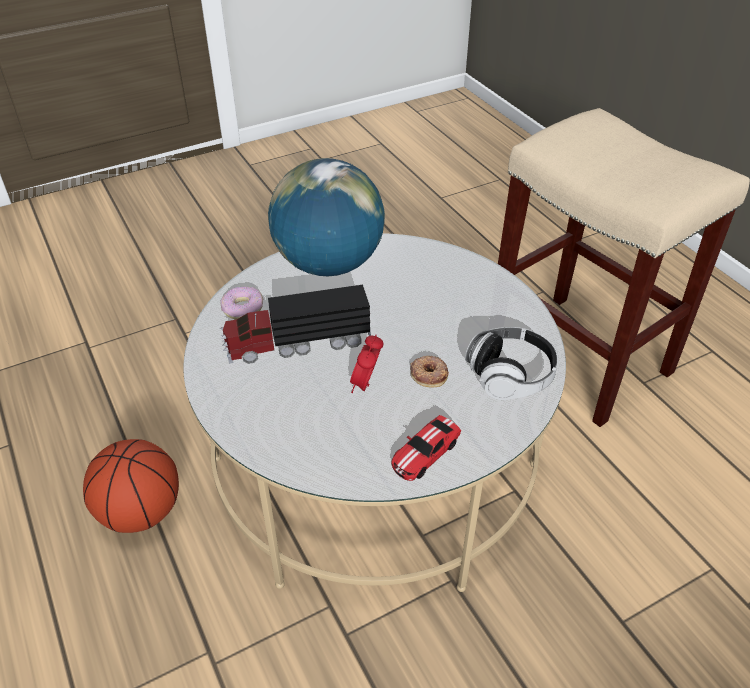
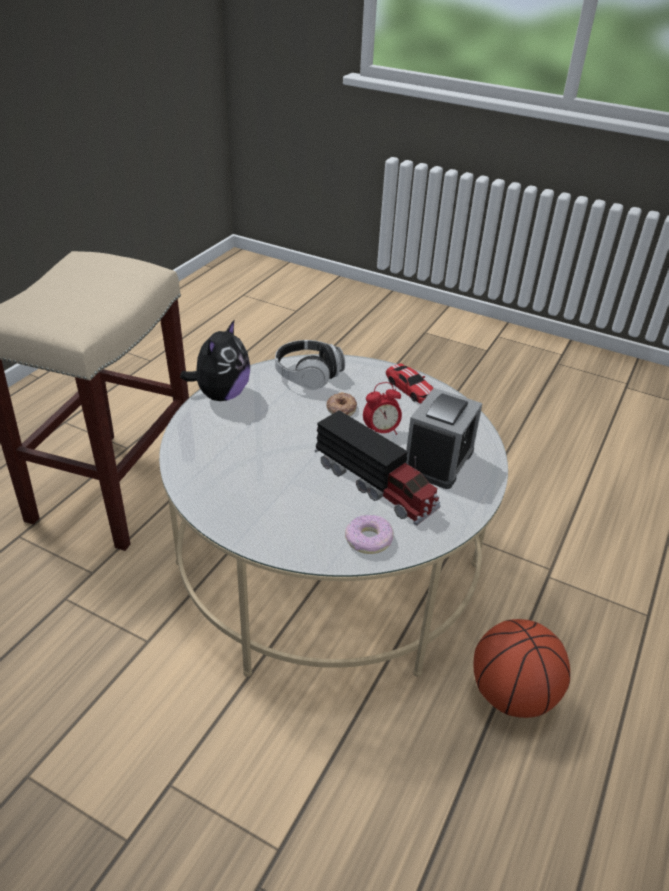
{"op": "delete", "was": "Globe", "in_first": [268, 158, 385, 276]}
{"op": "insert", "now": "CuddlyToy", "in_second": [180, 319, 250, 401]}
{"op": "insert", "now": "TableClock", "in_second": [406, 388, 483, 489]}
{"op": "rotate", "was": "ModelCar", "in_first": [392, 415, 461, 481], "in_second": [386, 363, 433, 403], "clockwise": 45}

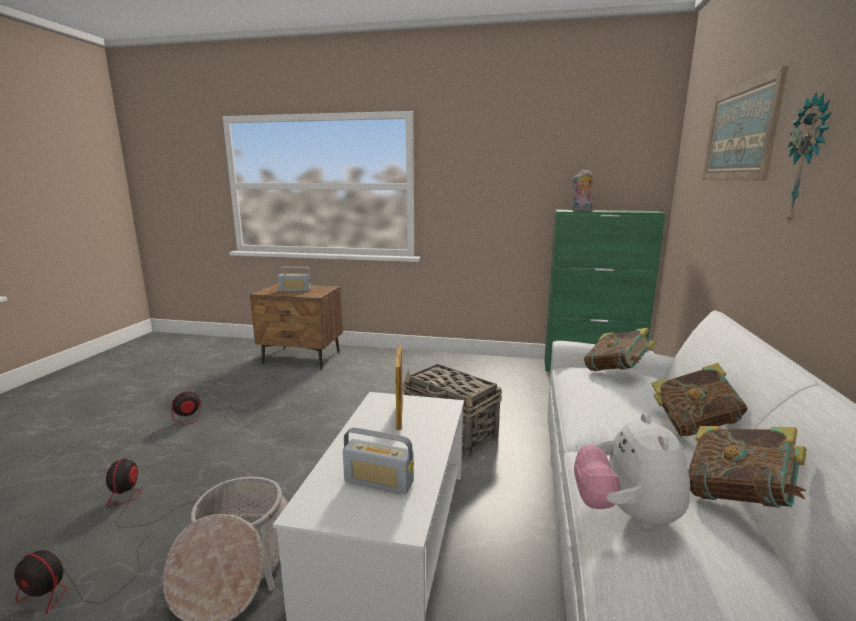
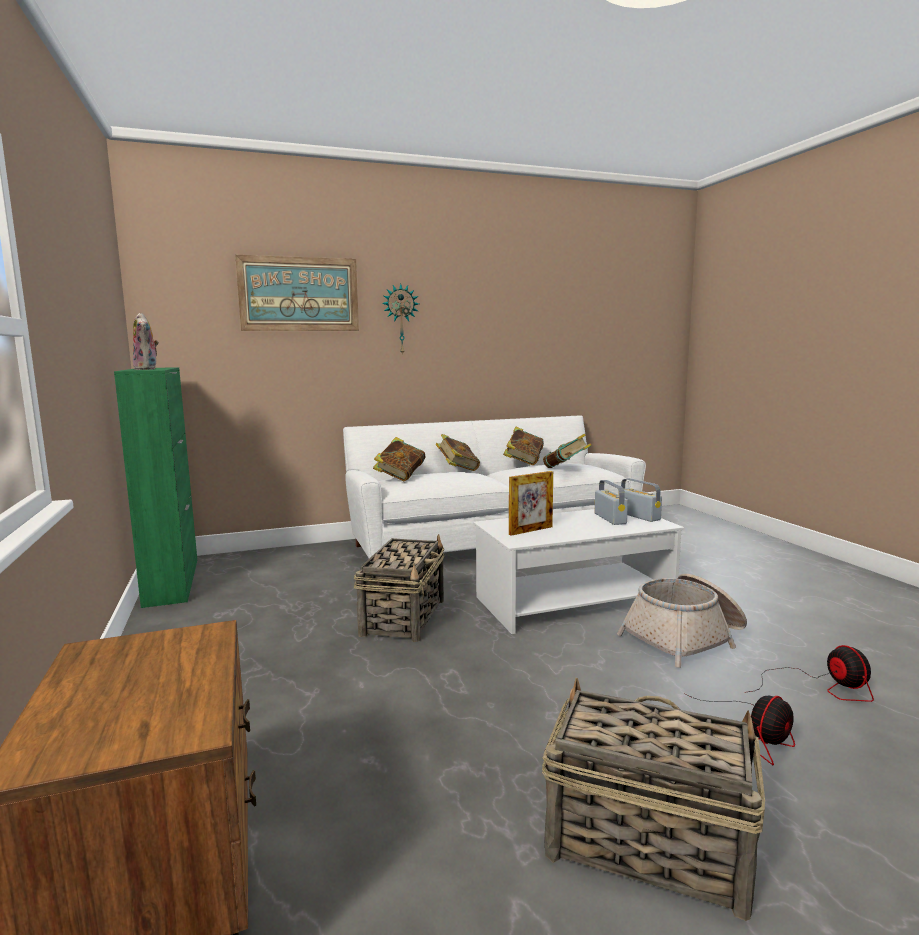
{"op": "move", "was": "RadioReceiver", "in_first": [278, 267, 311, 292], "in_second": [618, 478, 662, 522]}
{"op": "replace", "was": "ElectricFan", "now": "Basket", "in_first": [150, 392, 201, 451], "in_second": [542, 678, 765, 921]}
{"op": "replace", "was": "CuddlyToy", "now": "Book", "in_first": [574, 413, 690, 529], "in_second": [543, 434, 592, 468]}

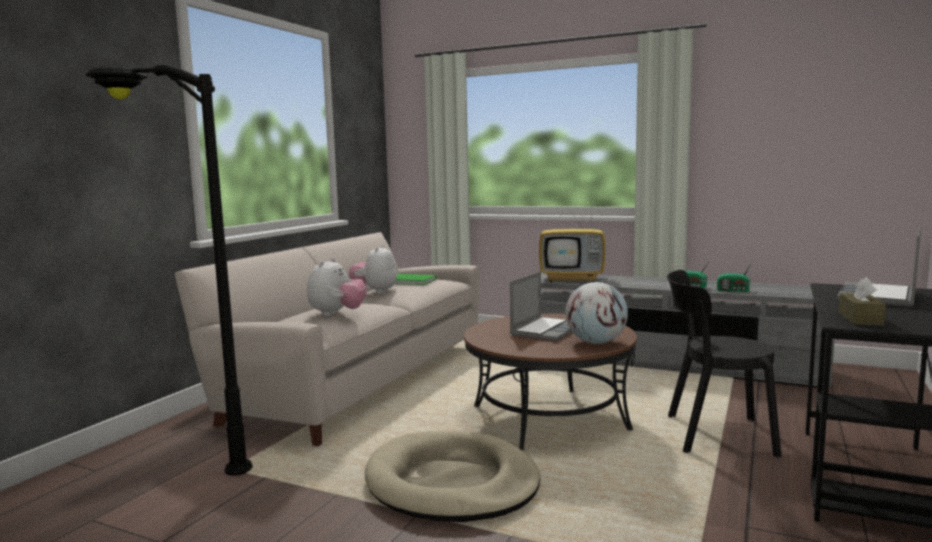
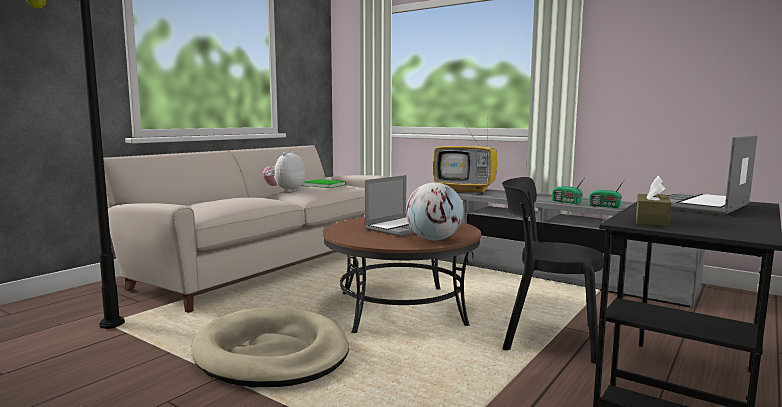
{"op": "delete", "was": "CuddlyToy", "in_first": [307, 258, 366, 316]}

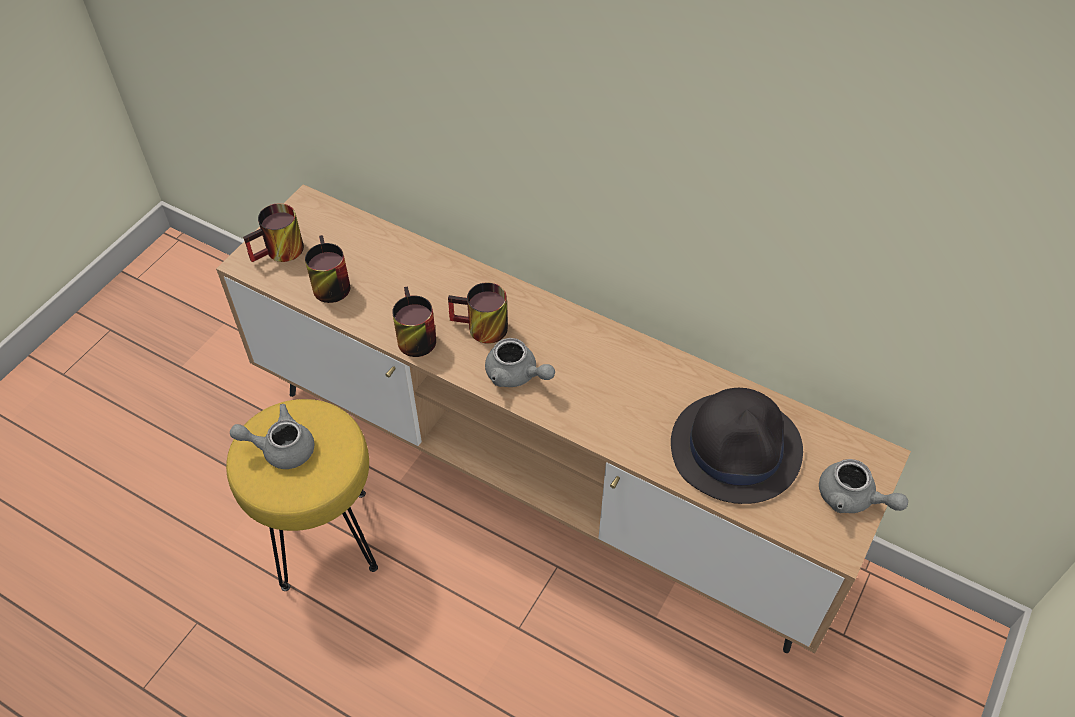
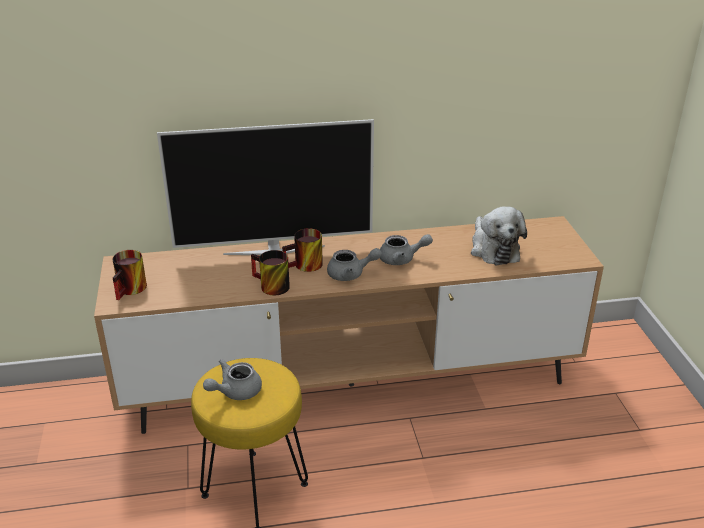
{"op": "delete", "was": "TeaMug", "in_first": [305, 235, 350, 303]}
{"op": "insert", "now": "TvSet", "in_second": [157, 119, 374, 255]}
{"op": "move", "was": "GreyTeapot", "in_first": [819, 459, 908, 513], "in_second": [380, 234, 433, 265]}
{"op": "replace", "was": "BlackHat", "now": "CuddlyToy", "in_first": [671, 388, 803, 504], "in_second": [471, 206, 527, 265]}

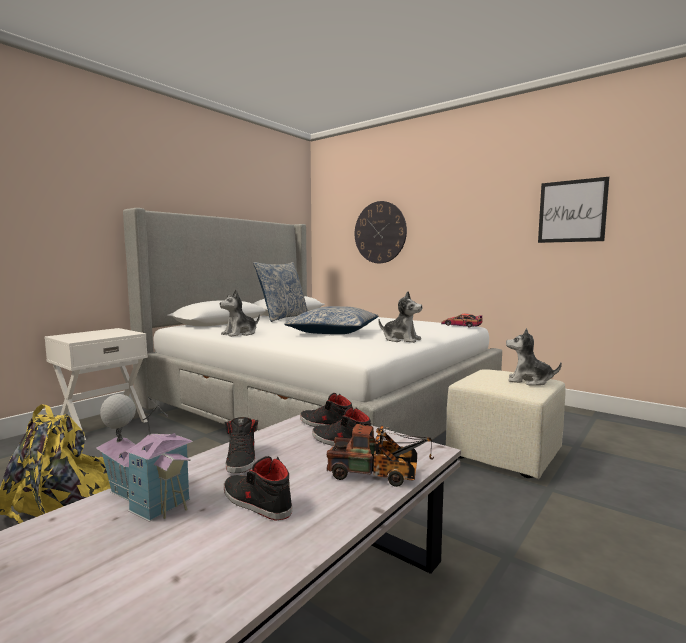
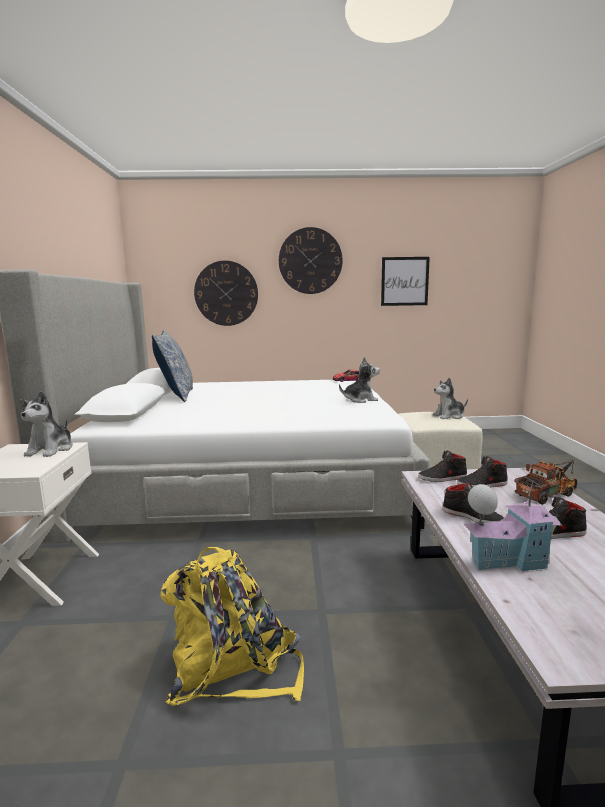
{"op": "delete", "was": "Pillow", "in_first": [284, 306, 378, 334]}
{"op": "insert", "now": "WallClock", "in_second": [279, 227, 343, 294]}
{"op": "move", "was": "CuddlyToy", "in_first": [220, 290, 260, 337], "in_second": [20, 391, 73, 457]}

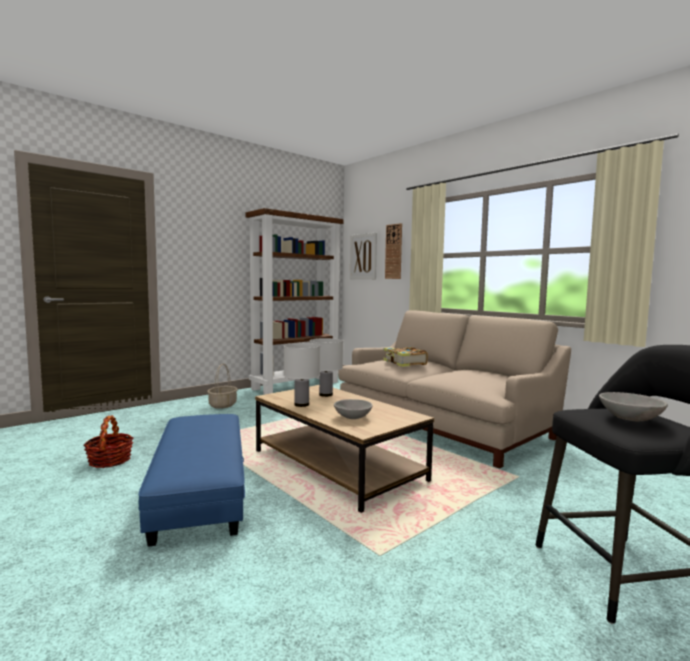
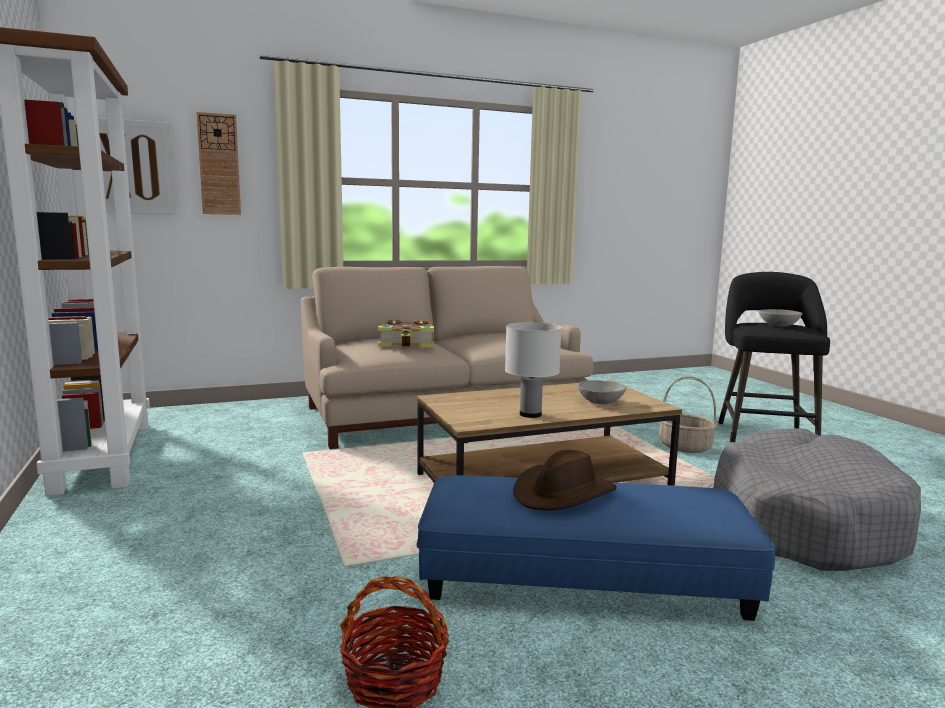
{"op": "delete", "was": "WhiteTabletopLamp", "in_first": [310, 338, 343, 397]}
{"op": "insert", "now": "BrownColouredHat", "in_second": [513, 450, 617, 510]}
{"op": "insert", "now": "GreyDogBed", "in_second": [713, 428, 921, 571]}
{"op": "move", "was": "Basket", "in_first": [208, 363, 237, 409], "in_second": [659, 376, 717, 453]}

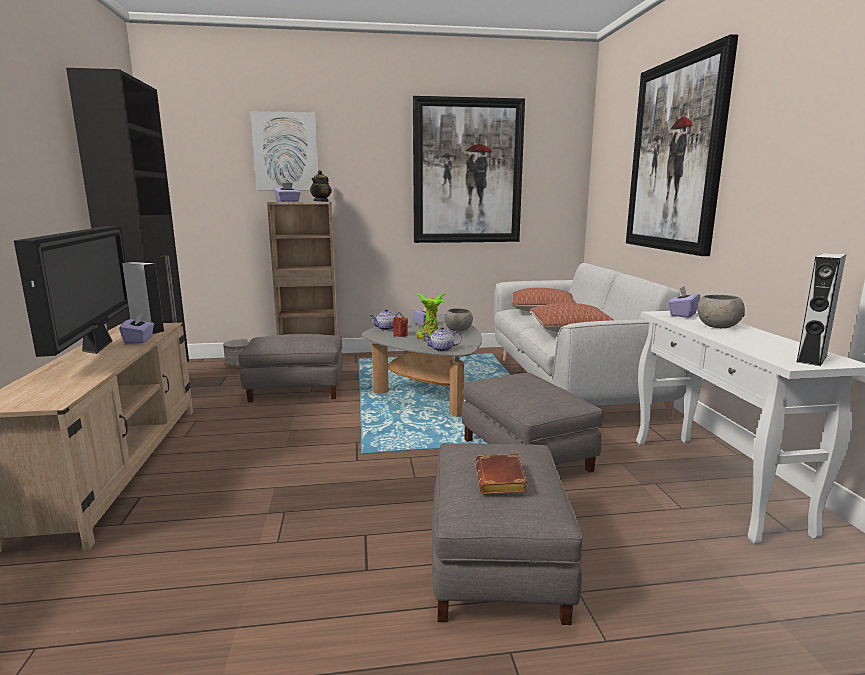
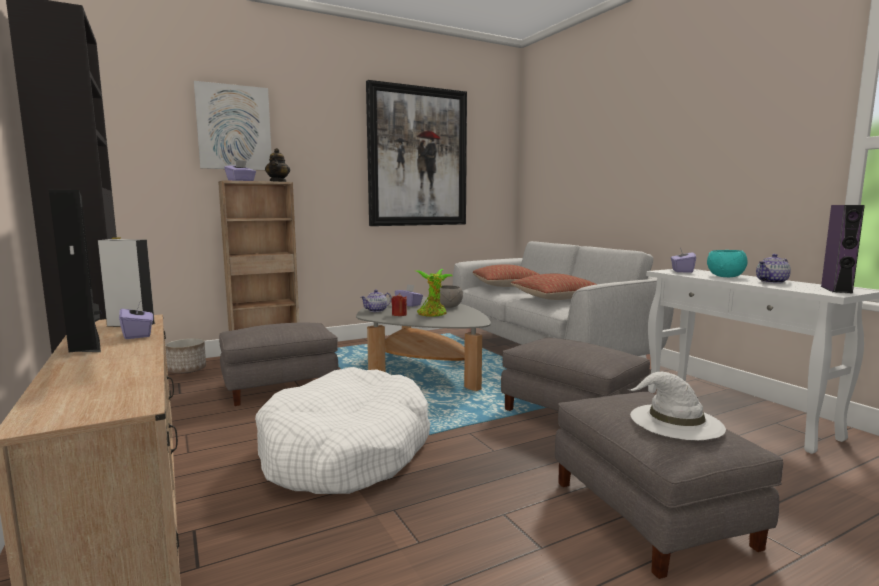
{"op": "delete", "was": "Picture", "in_first": [626, 34, 738, 256]}
{"op": "insert", "now": "WhiteDogBed", "in_second": [255, 367, 430, 494]}
{"op": "move", "was": "Teapot", "in_first": [423, 326, 462, 352], "in_second": [756, 254, 791, 283]}
{"op": "replace", "was": "BrownColouredBook", "now": "WhiteHat", "in_first": [475, 454, 527, 494], "in_second": [628, 372, 726, 440]}
{"op": "recolor", "was": "GreyBowl", "now": "BlueGreenBowl", "in_first": [697, 295, 745, 328], "in_second": [707, 250, 748, 277]}
{"op": "recolor", "was": "GreySpeaker", "now": "PurpleColouredSpeaker", "in_first": [796, 253, 846, 366], "in_second": [820, 205, 865, 294]}

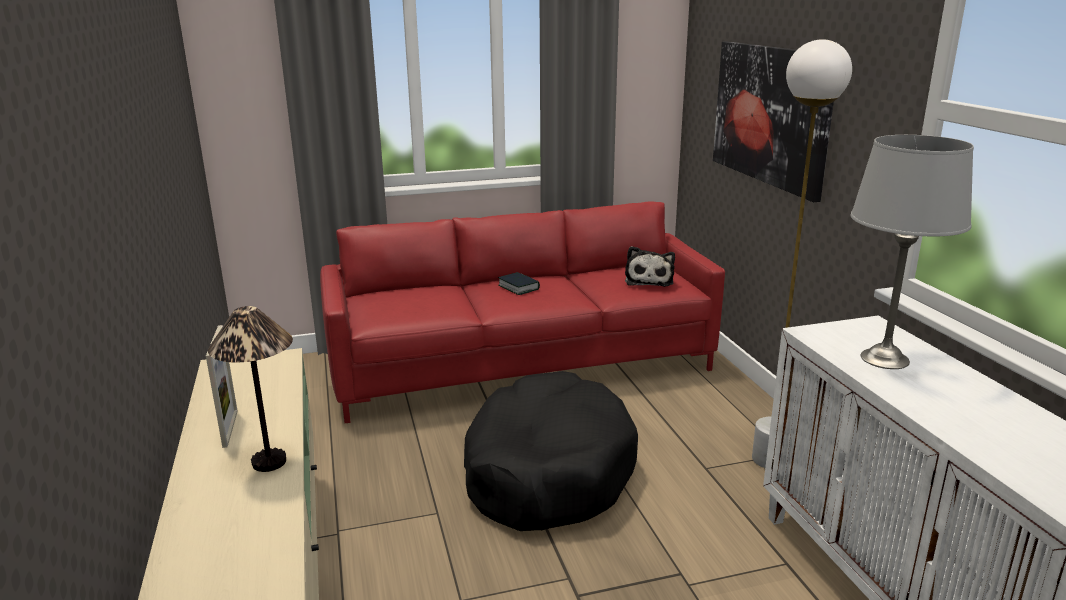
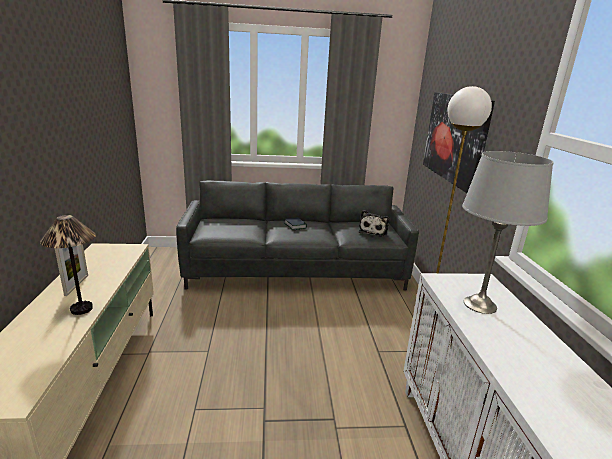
{"op": "delete", "was": "BlackDogBed", "in_first": [464, 371, 638, 531]}
{"op": "recolor", "was": "ReddishCouch", "now": "GreyCouch", "in_first": [320, 202, 725, 423], "in_second": [176, 180, 419, 291]}

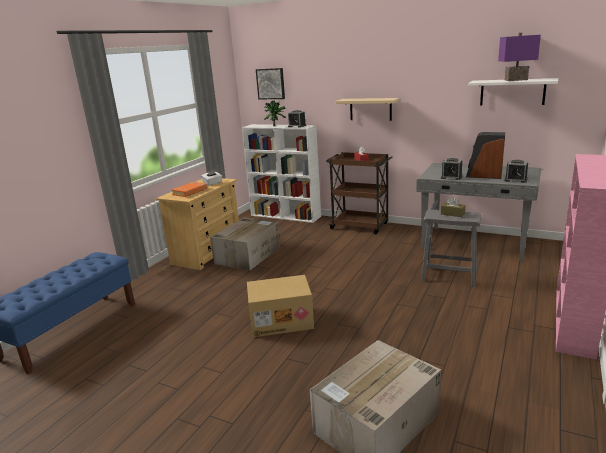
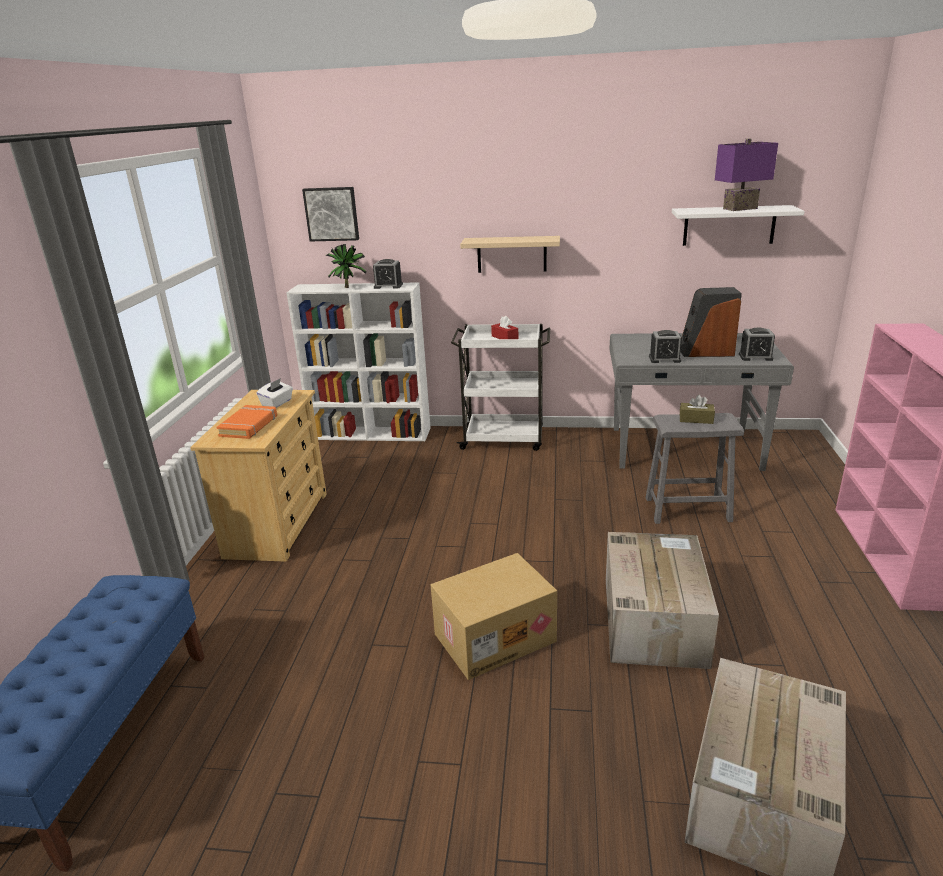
{"op": "move", "was": "PackingBox", "in_first": [210, 218, 280, 271], "in_second": [606, 532, 719, 669]}
{"op": "recolor", "was": "BrownColouredWheeledCart", "now": "WhiteWheeledCart", "in_first": [326, 152, 392, 234], "in_second": [451, 324, 550, 451]}

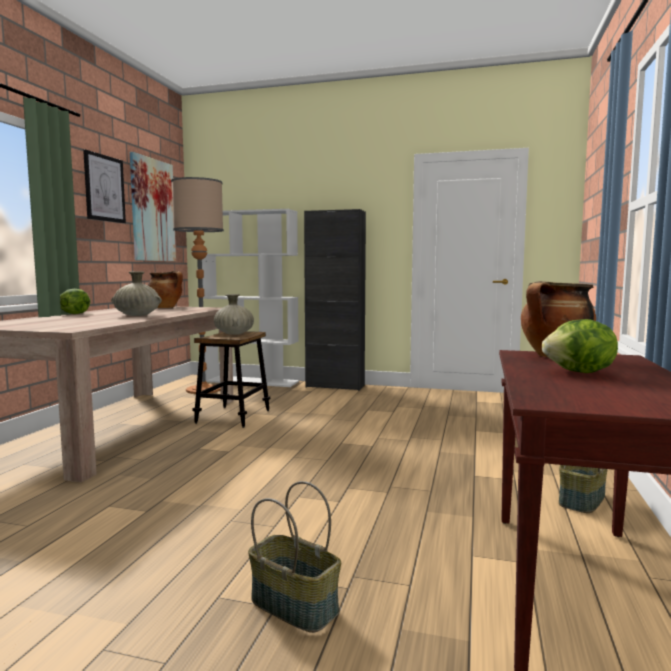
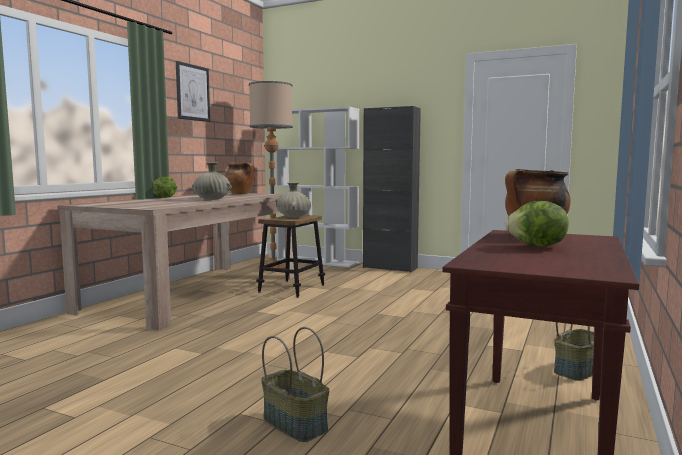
{"op": "delete", "was": "Picture", "in_first": [130, 152, 176, 261]}

